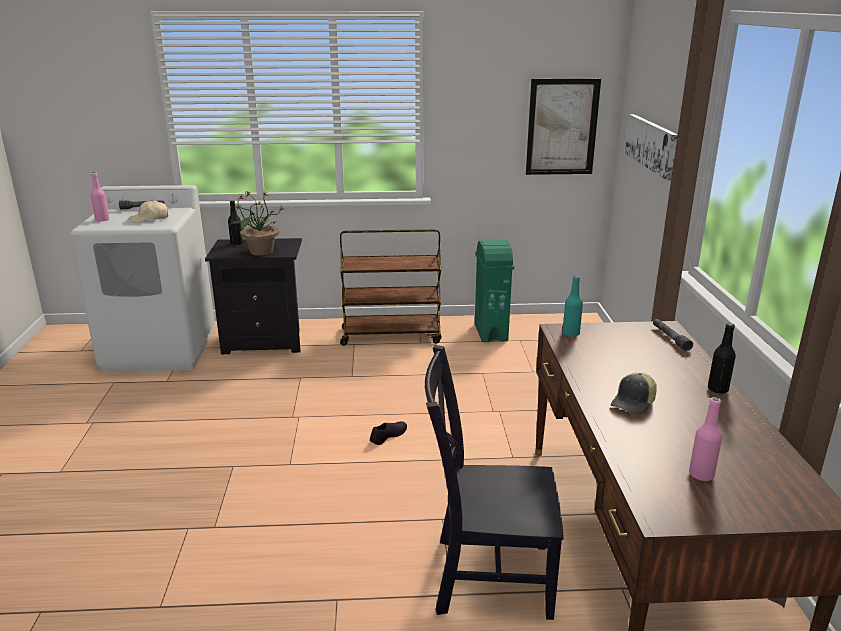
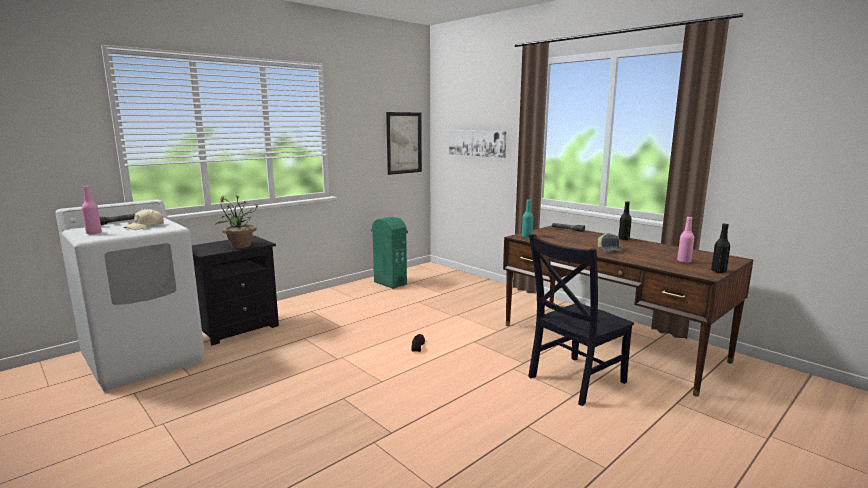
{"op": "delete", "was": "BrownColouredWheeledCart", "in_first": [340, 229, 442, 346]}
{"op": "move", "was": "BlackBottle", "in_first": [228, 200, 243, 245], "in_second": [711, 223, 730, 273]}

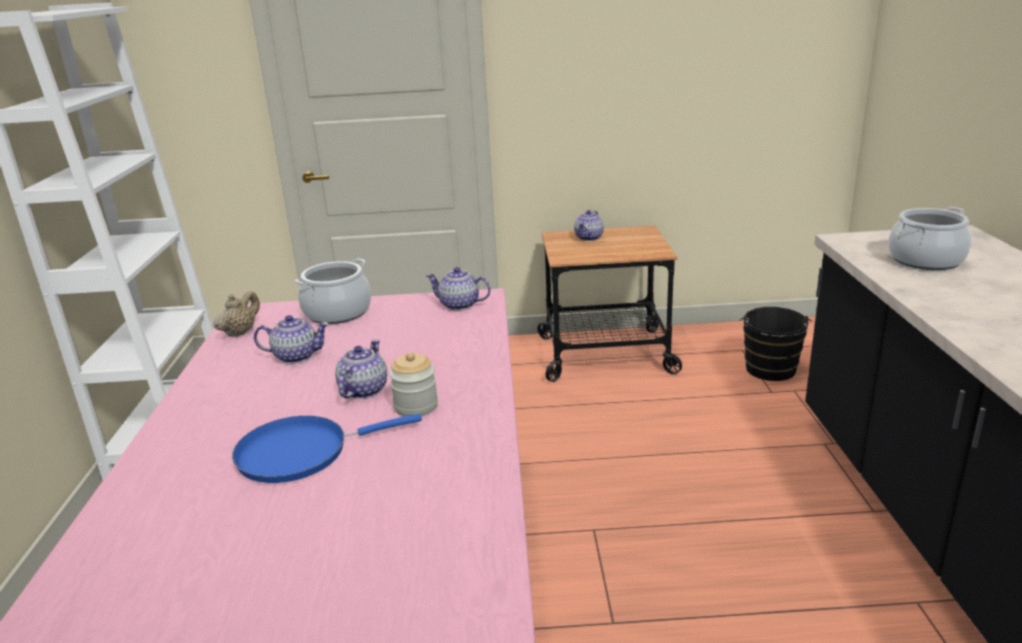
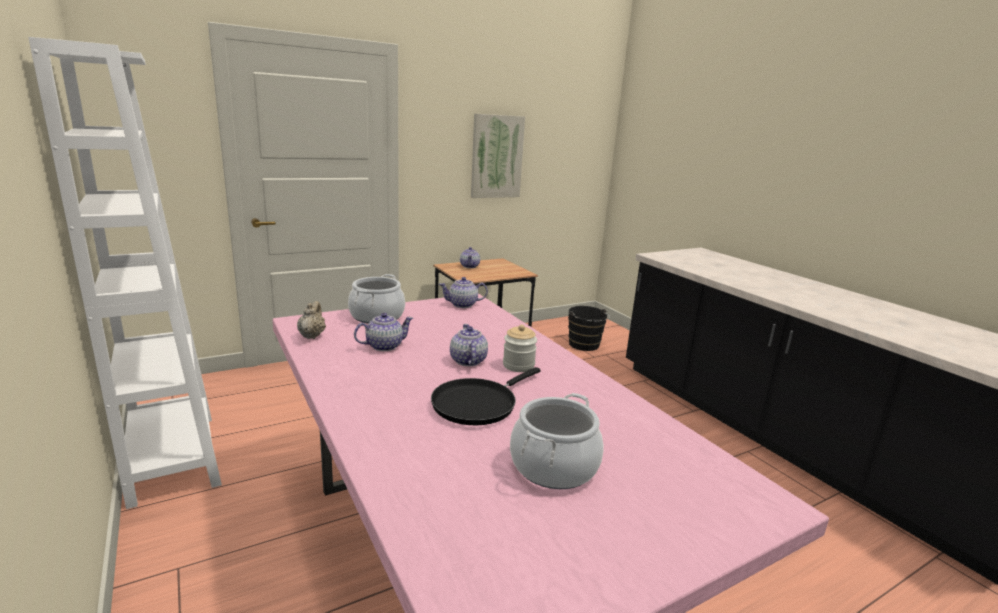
{"op": "insert", "now": "Picture", "in_second": [471, 113, 525, 198]}
{"op": "move", "was": "CookingPot", "in_first": [888, 207, 971, 270], "in_second": [510, 393, 604, 489]}
{"op": "recolor", "was": "BluishPan", "now": "BlackPan", "in_first": [232, 414, 422, 483], "in_second": [431, 367, 541, 425]}

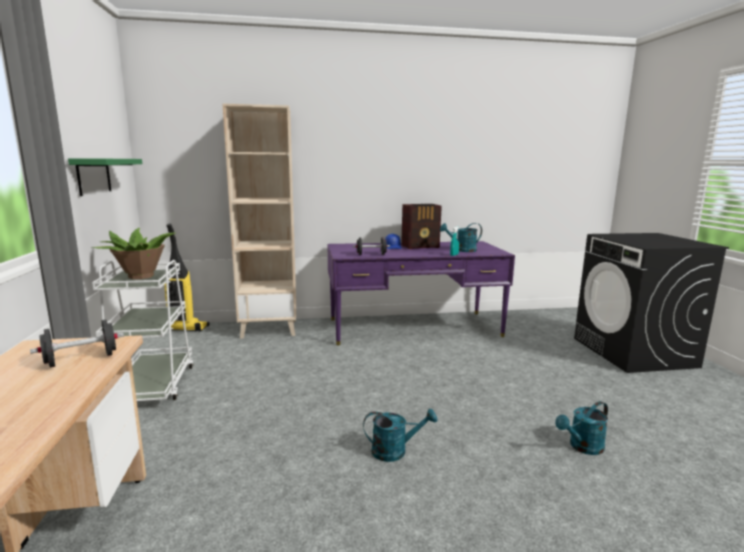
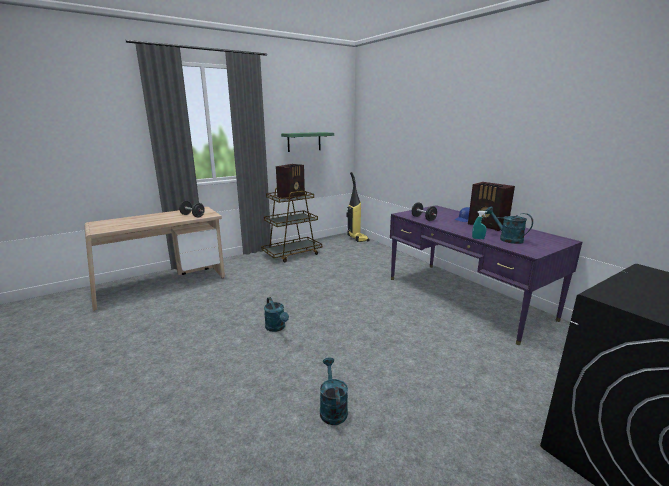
{"op": "delete", "was": "BeigeBookcase", "in_first": [222, 104, 296, 339]}
{"op": "replace", "was": "PlantInAPot", "now": "RadioReceiver", "in_first": [91, 228, 175, 279], "in_second": [276, 164, 305, 199]}
{"op": "recolor", "was": "WhiteWheeledCart", "now": "BrownColouredWheeledCart", "in_first": [92, 260, 194, 401], "in_second": [261, 187, 322, 262]}
{"op": "rotate", "was": "BlueGreenWateringCan", "in_first": [555, 401, 608, 455], "in_second": [320, 357, 348, 425], "clockwise": 45}

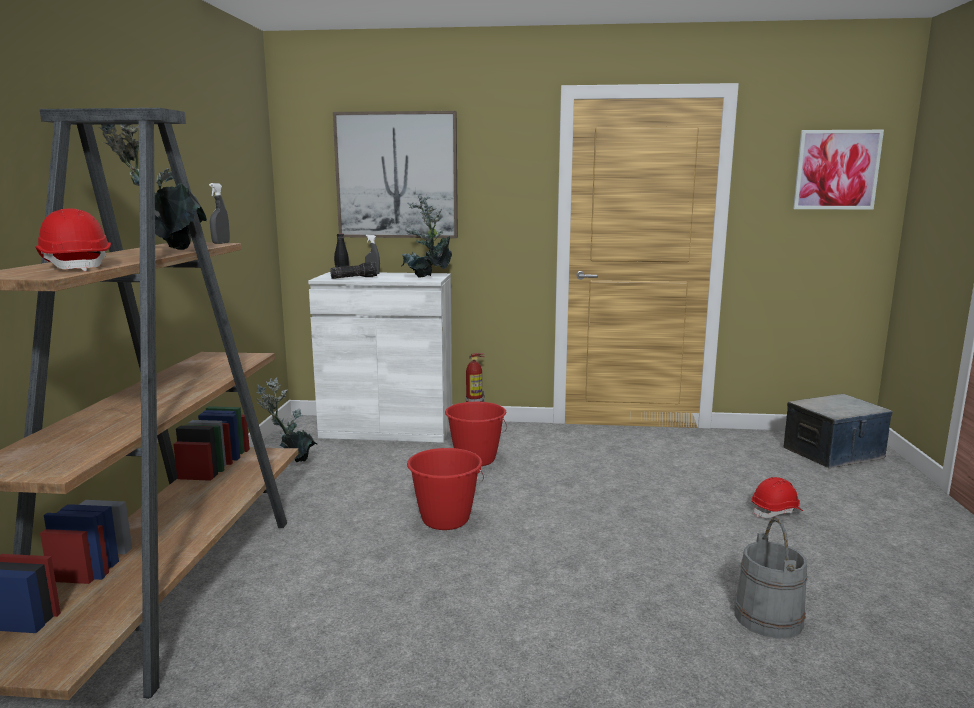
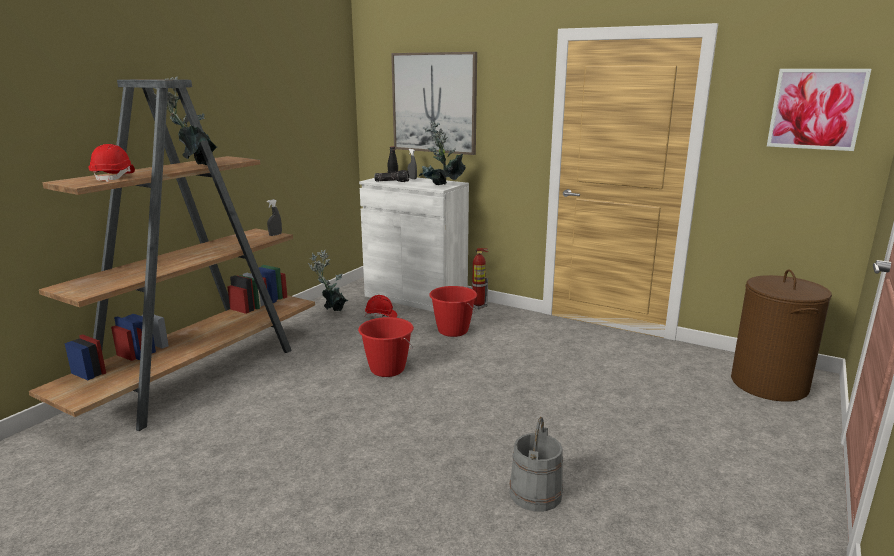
{"op": "move", "was": "GreyHandSprayer", "in_first": [209, 183, 230, 244], "in_second": [267, 199, 282, 236]}
{"op": "move", "was": "ReddishHardHat", "in_first": [751, 477, 803, 518], "in_second": [365, 295, 397, 318]}
{"op": "replace", "was": "StorageBin", "now": "BrownColouredLaundryBasket", "in_first": [784, 394, 893, 468], "in_second": [731, 269, 832, 402]}

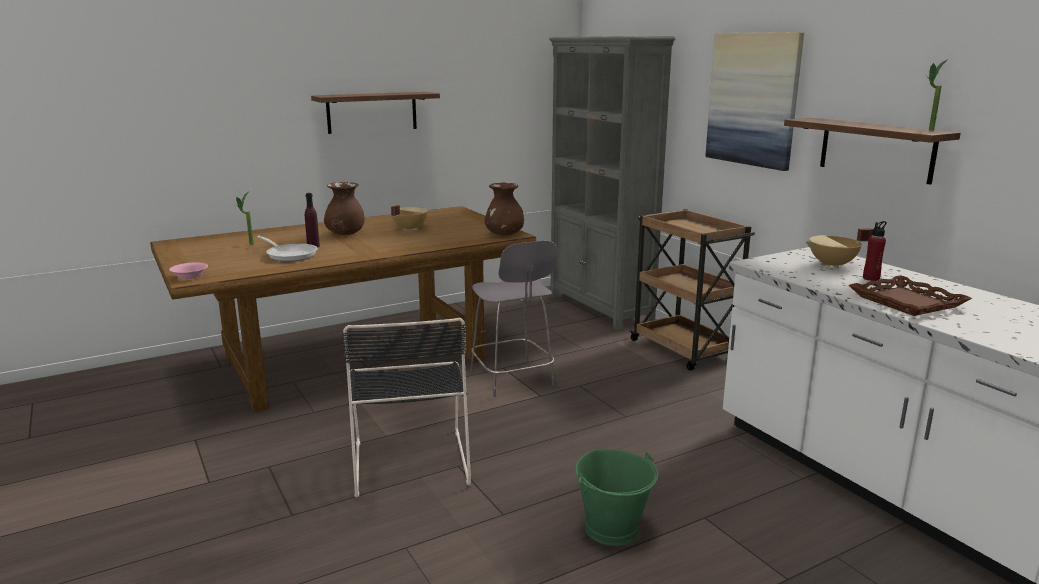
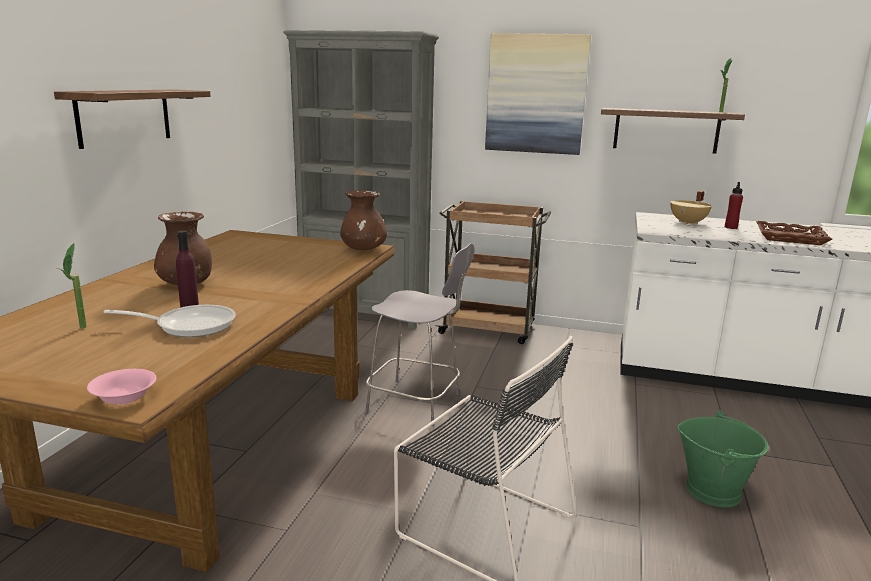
{"op": "delete", "was": "BeigeCookingPot", "in_first": [391, 205, 428, 231]}

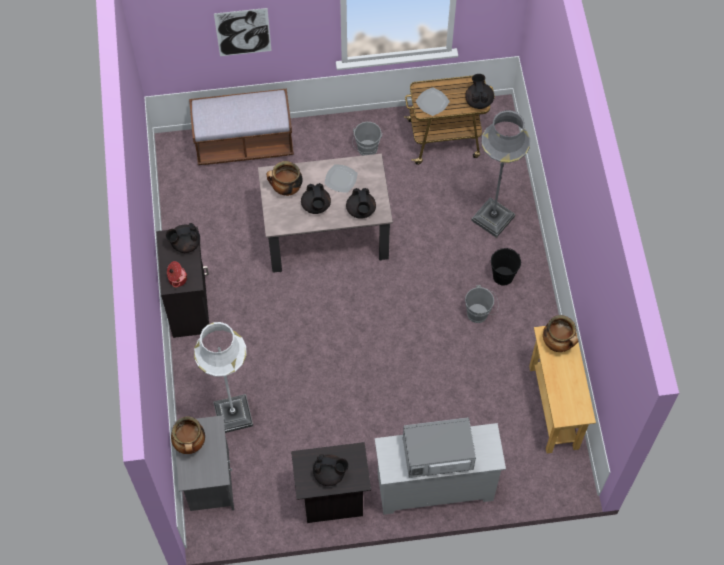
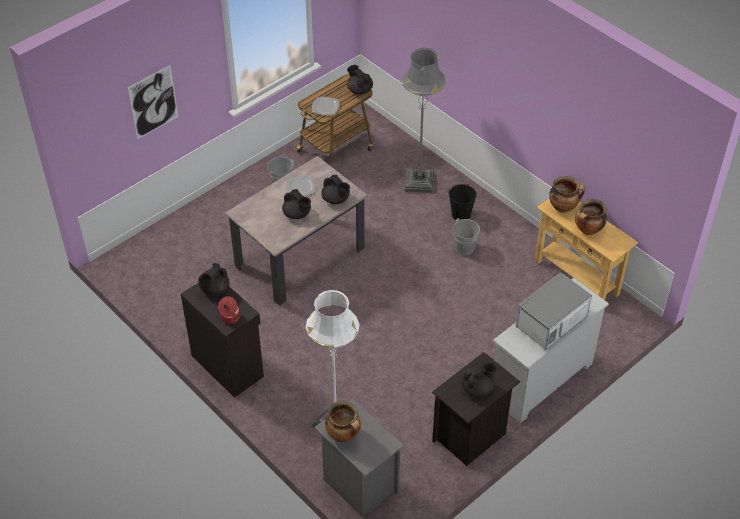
{"op": "delete", "was": "BrownColouredIndoorBench", "in_first": [189, 89, 294, 165]}
{"op": "move", "was": "CookingPot", "in_first": [267, 161, 303, 196], "in_second": [575, 199, 607, 235]}

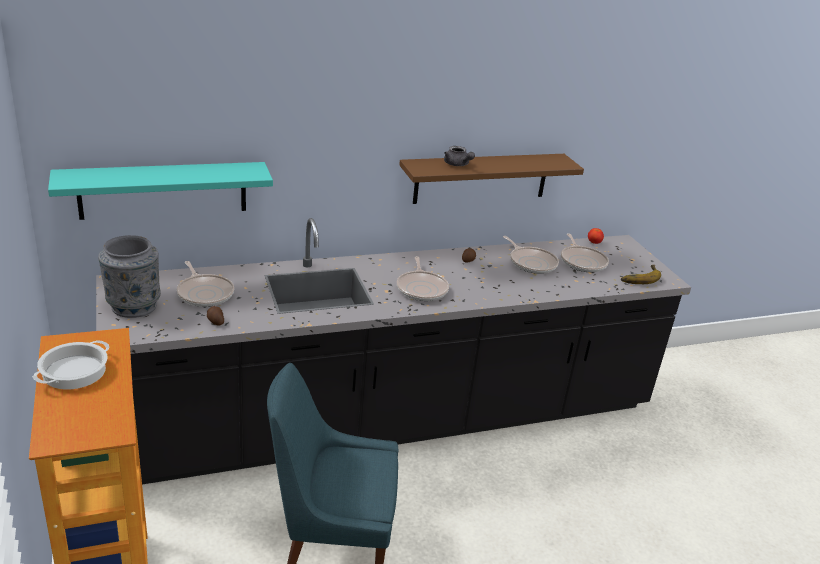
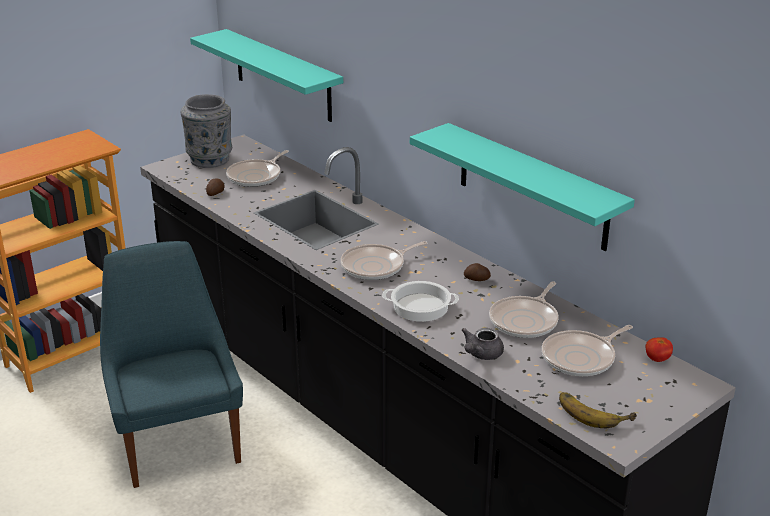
{"op": "move", "was": "CookingPot", "in_first": [32, 340, 109, 390], "in_second": [382, 281, 459, 322]}
{"op": "move", "was": "GreyTeapot", "in_first": [444, 146, 475, 166], "in_second": [461, 328, 504, 360]}
{"op": "recolor", "was": "BrownColouredShelf", "now": "BlueGreenShelf", "in_first": [399, 154, 584, 204], "in_second": [410, 123, 635, 251]}

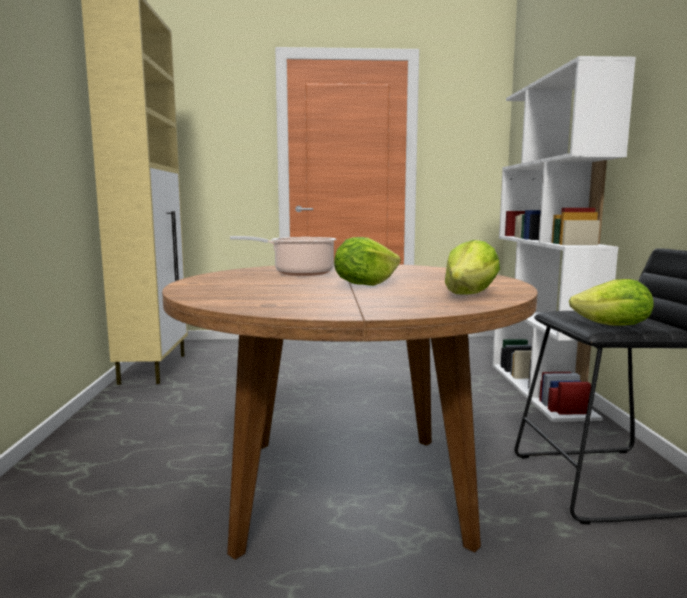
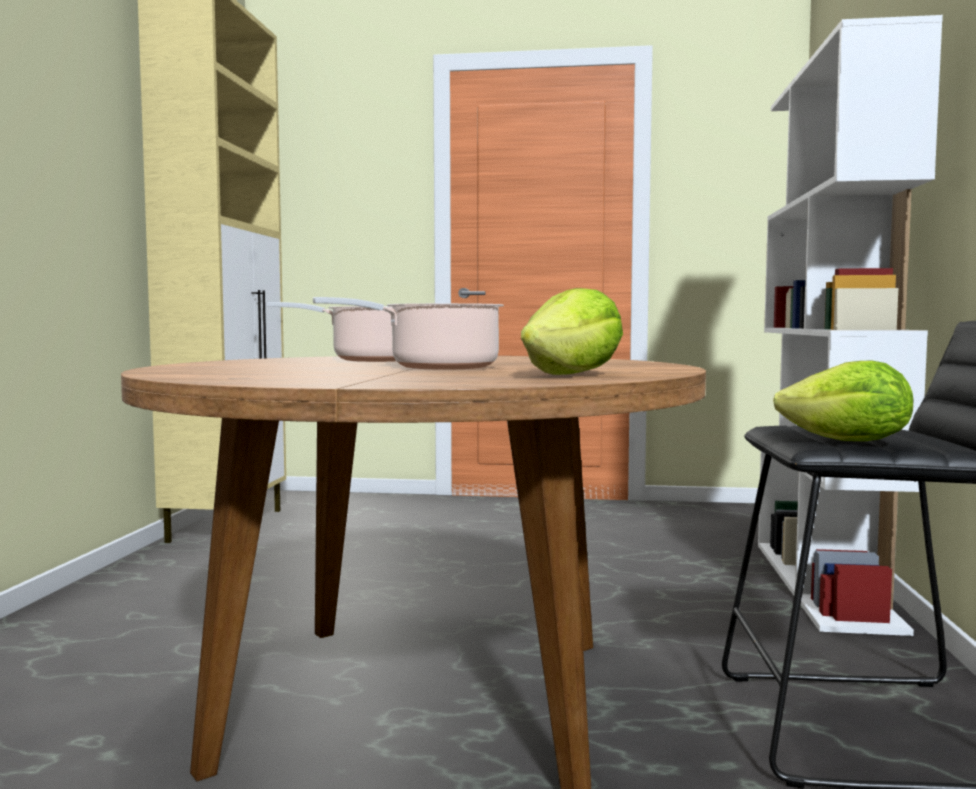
{"op": "replace", "was": "LettuceHead", "now": "CookingPot", "in_first": [334, 237, 401, 286], "in_second": [313, 297, 504, 370]}

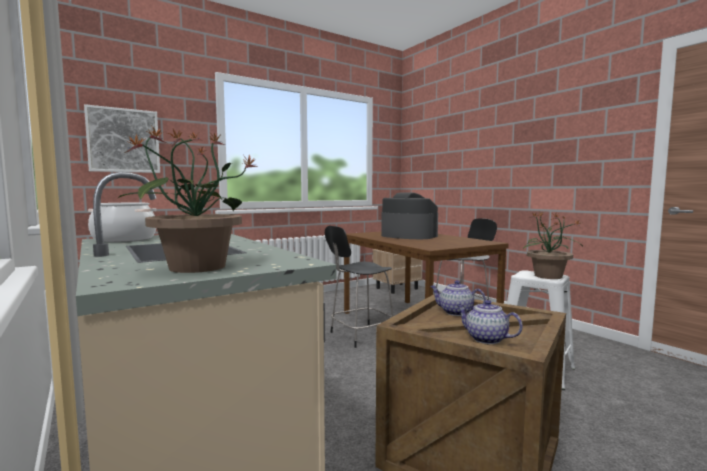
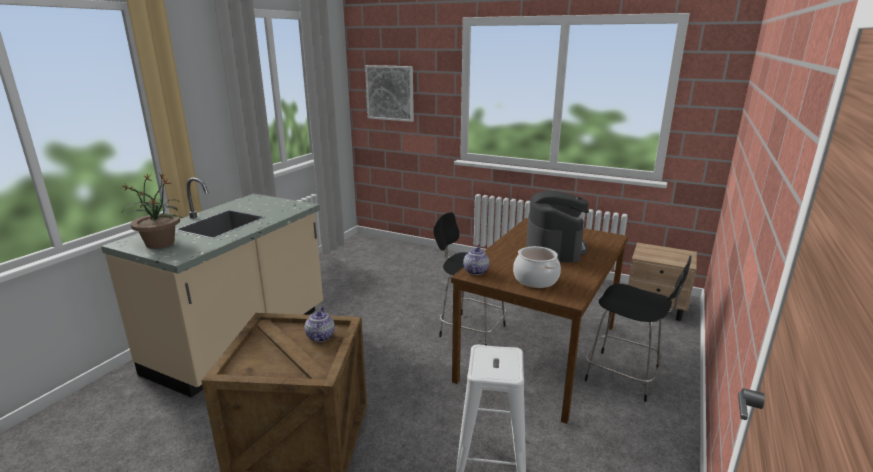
{"op": "delete", "was": "PlantInAPot", "in_first": [523, 212, 583, 279]}
{"op": "move", "was": "CookingPot", "in_first": [88, 203, 156, 242], "in_second": [513, 246, 561, 288]}
{"op": "move", "was": "Teapot", "in_first": [457, 300, 523, 344], "in_second": [463, 247, 489, 275]}

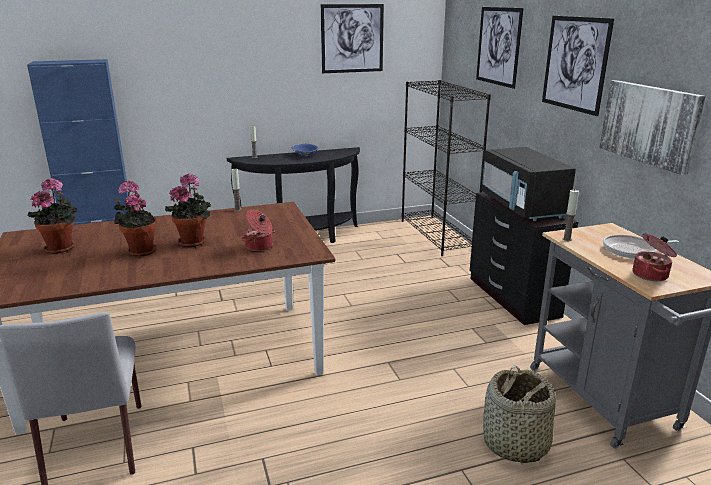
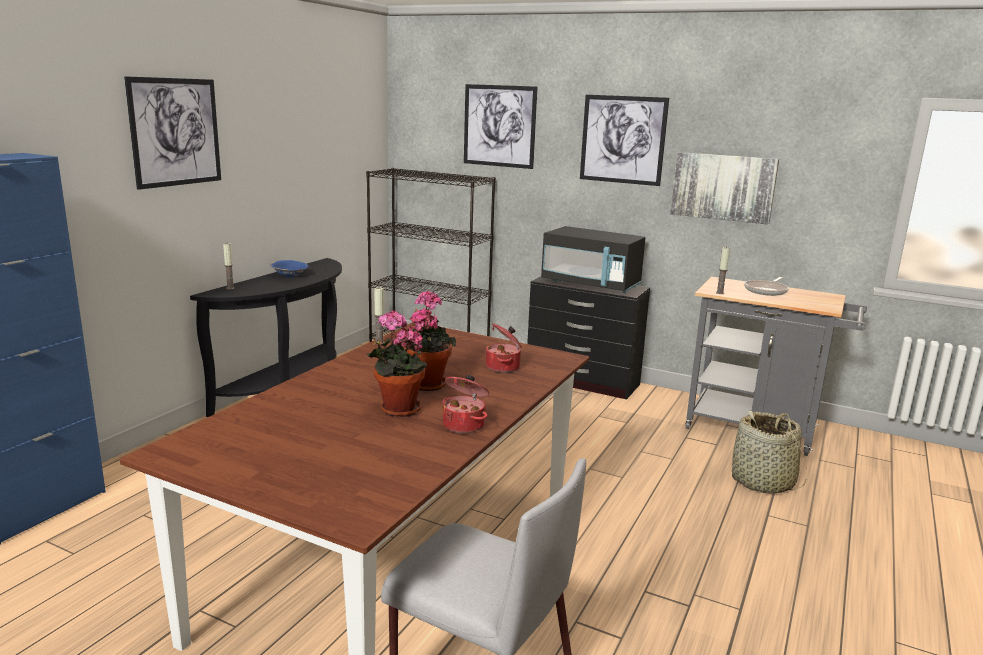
{"op": "delete", "was": "PlantInAPot", "in_first": [28, 178, 77, 254]}
{"op": "move", "was": "Picture", "in_first": [321, 4, 384, 73], "in_second": [124, 76, 221, 190]}
{"op": "move", "was": "CookingPot", "in_first": [633, 233, 677, 282], "in_second": [442, 375, 489, 433]}

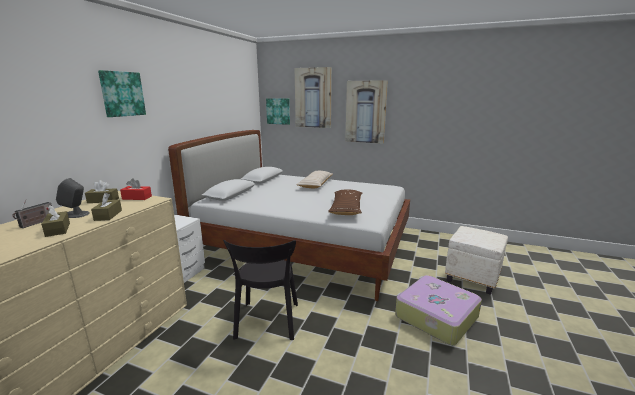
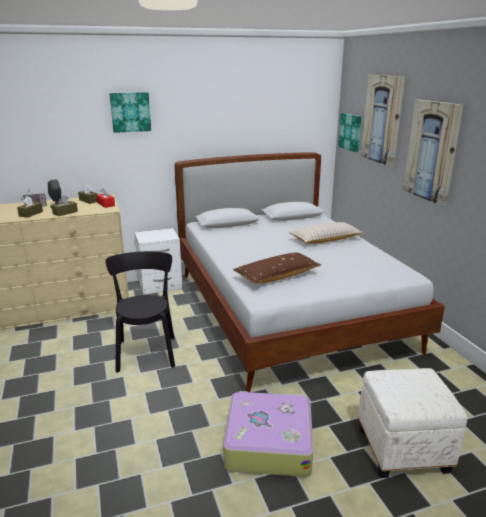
{"op": "rotate", "was": "BlackChair", "in_first": [223, 240, 298, 340], "in_second": [106, 251, 175, 373], "clockwise": 120}

